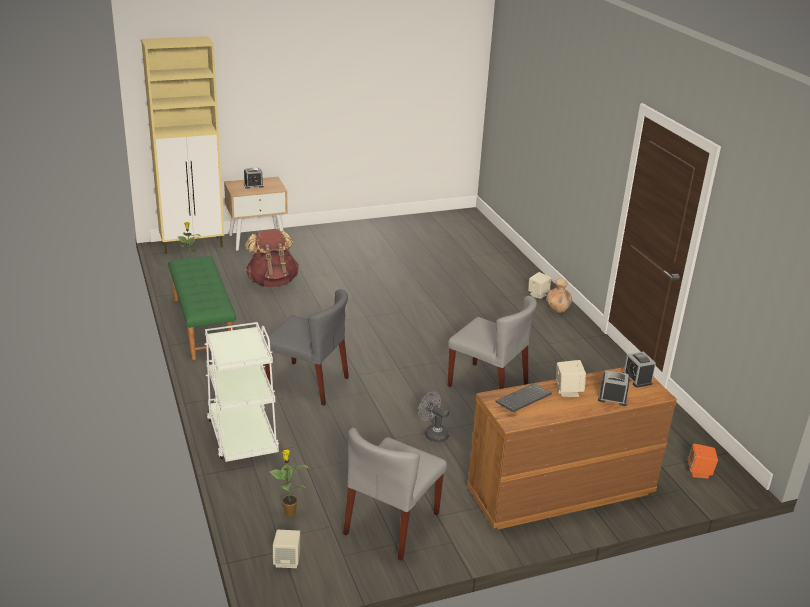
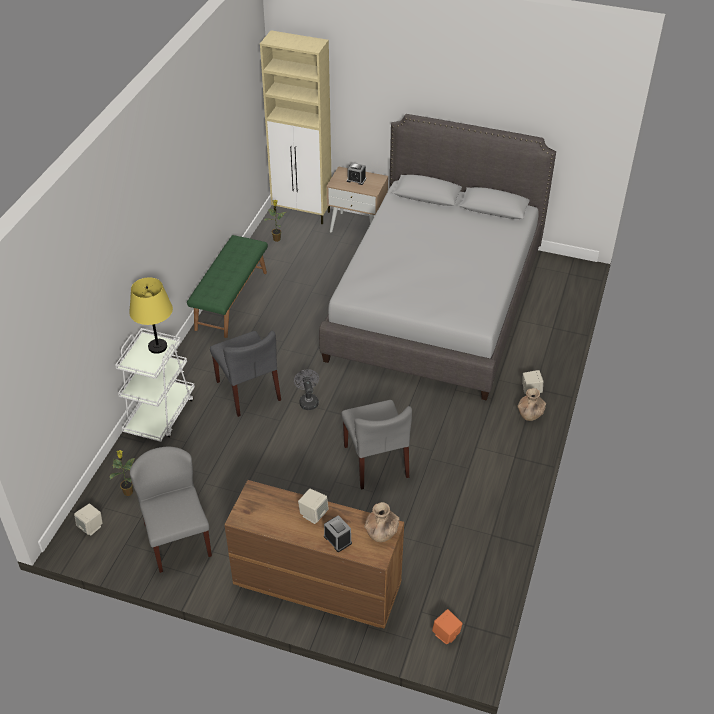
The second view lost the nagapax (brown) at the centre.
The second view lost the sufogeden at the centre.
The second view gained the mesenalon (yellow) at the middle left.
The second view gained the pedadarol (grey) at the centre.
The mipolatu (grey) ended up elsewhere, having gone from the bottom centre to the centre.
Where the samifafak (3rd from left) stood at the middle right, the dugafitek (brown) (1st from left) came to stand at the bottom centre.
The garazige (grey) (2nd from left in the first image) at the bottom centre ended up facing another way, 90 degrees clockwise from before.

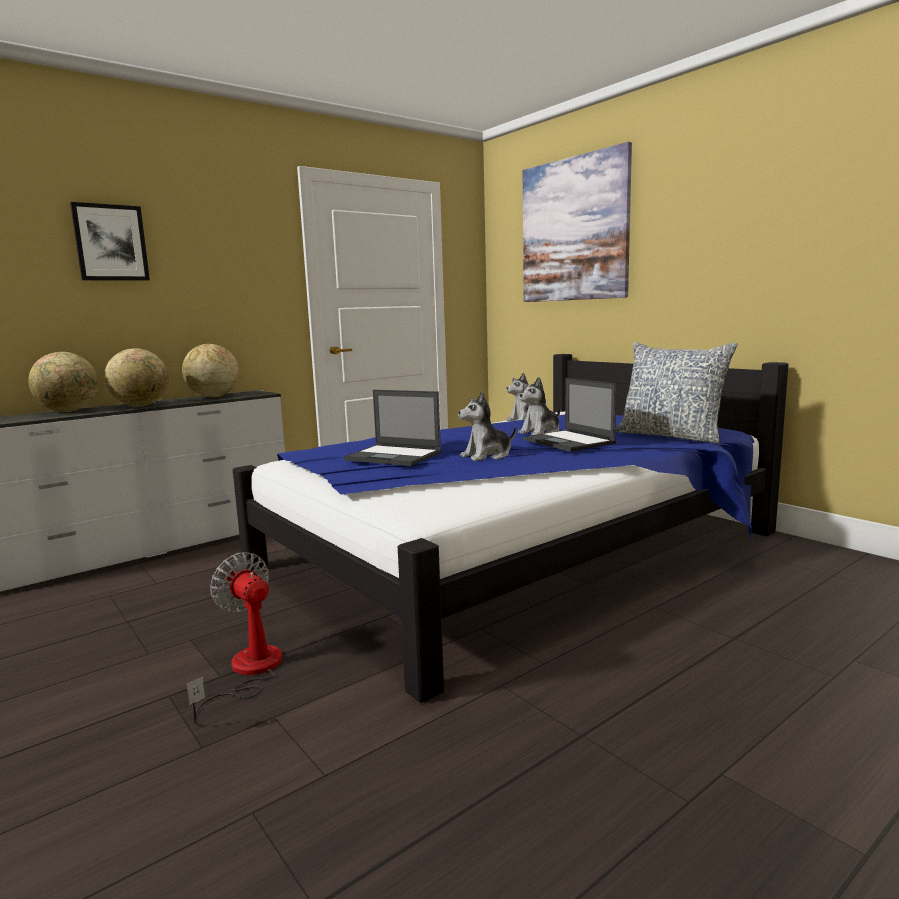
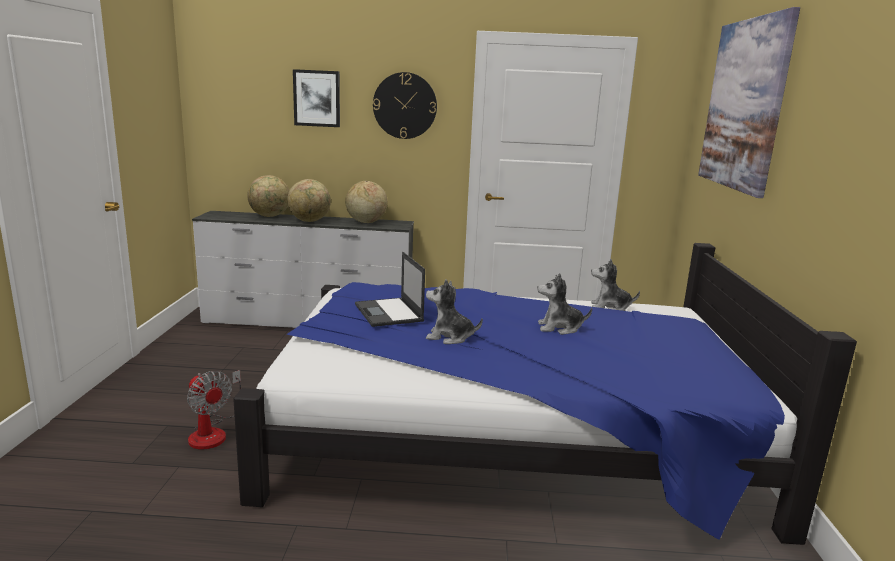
The second view lost the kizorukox (2nd from left) at the centre.
The second view lost the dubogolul at the middle right.
The second view gained the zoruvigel at the top centre.
The mipolatu at the bottom left ended up facing another way, 135 degrees clockwise from before.

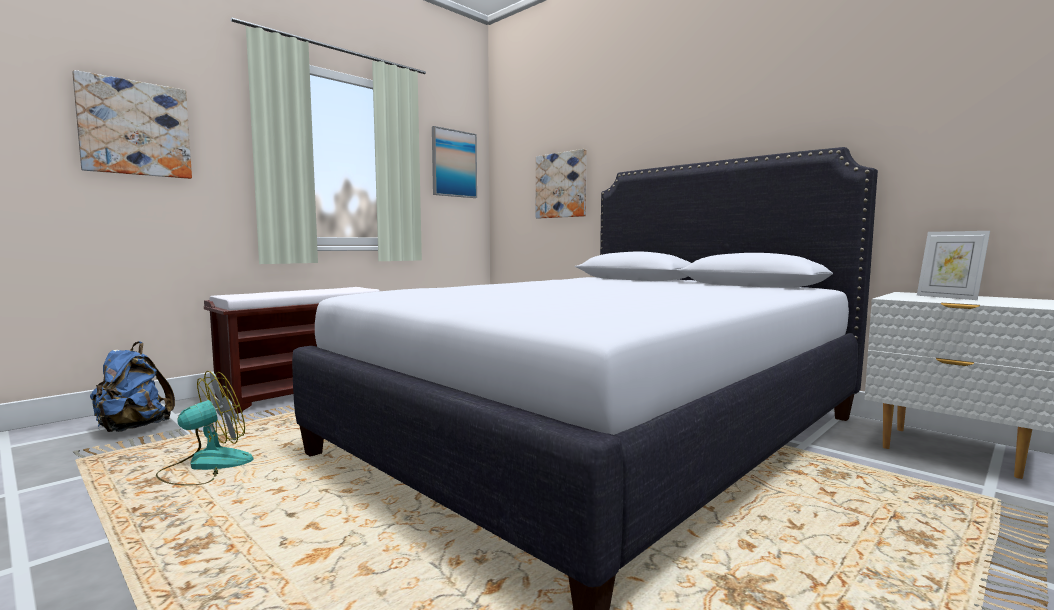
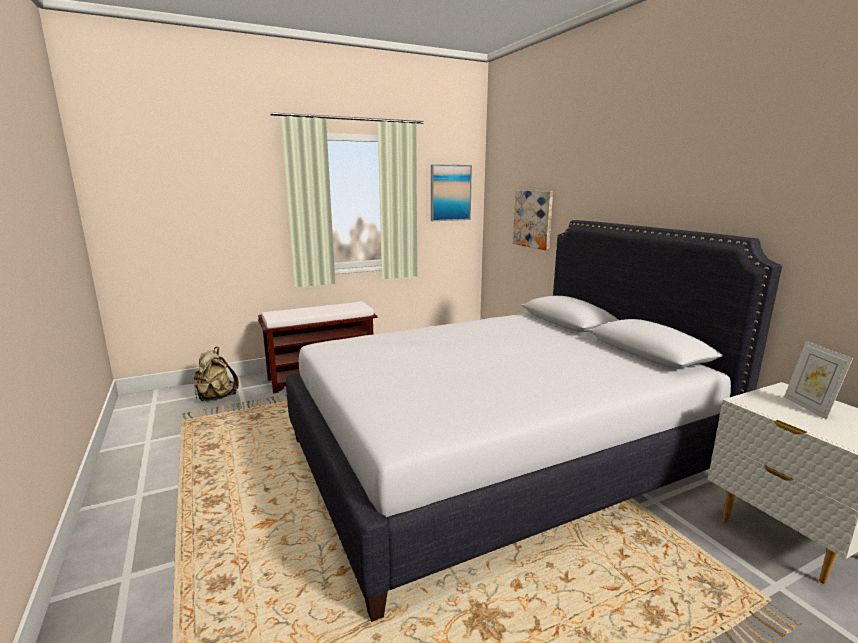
The second view lost the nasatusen (1st from left) at the top left.
The second view lost the mipolatu at the bottom left.
What was the nagapax (blue) at the middle left turned into the nagapax (beige) at the middle left.

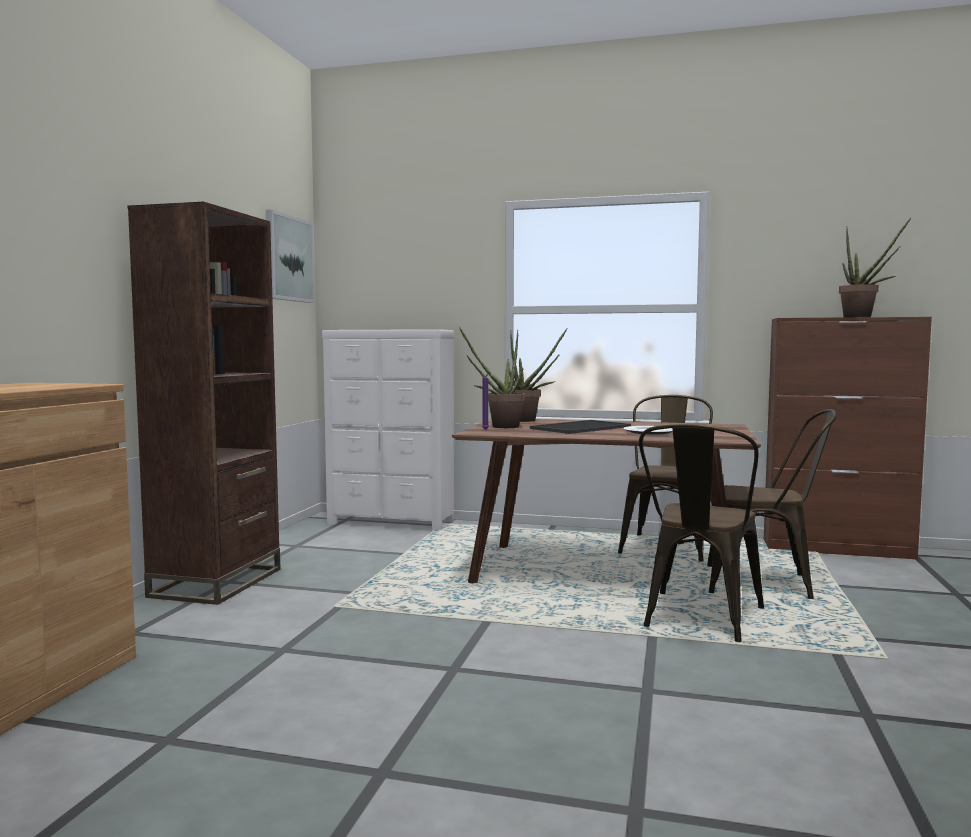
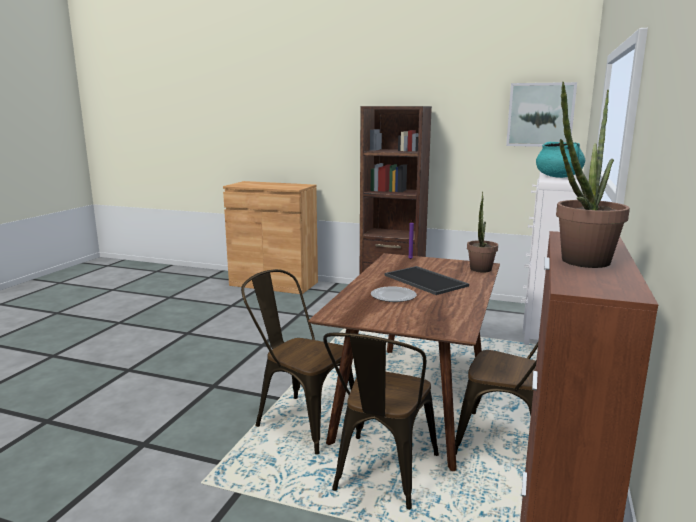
The second view lost the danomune (1st from left) at the centre.
The second view gained the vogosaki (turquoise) at the top right.

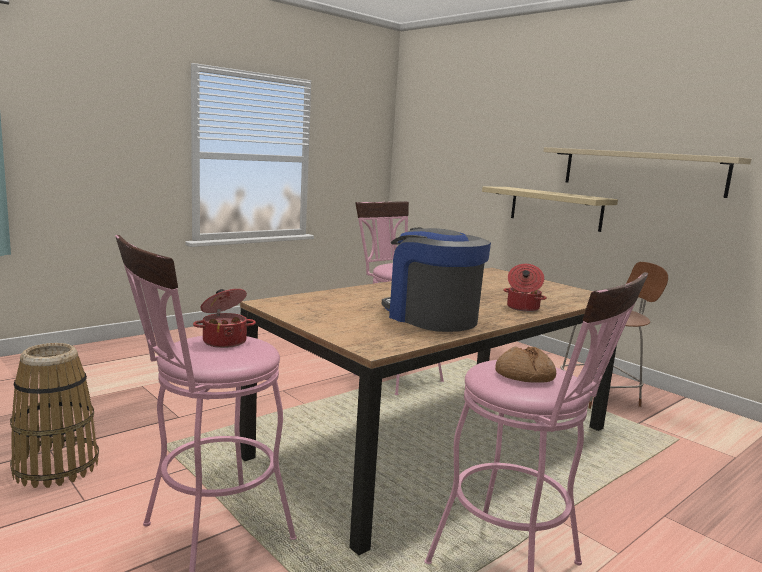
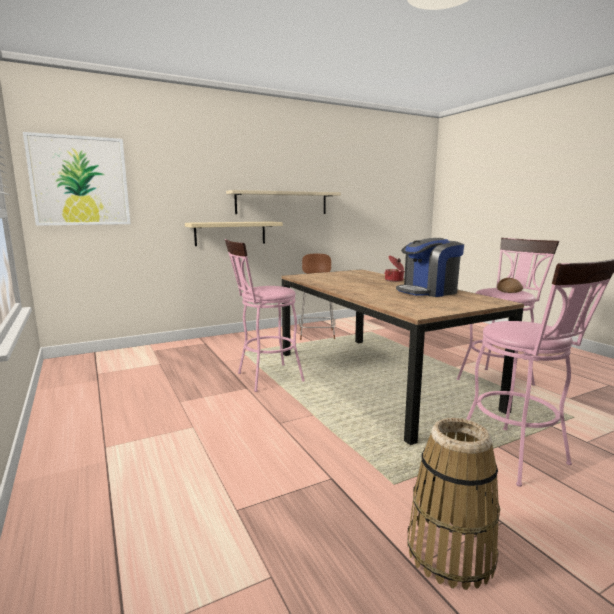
The second view lost the vogosaki (1st from left) at the middle left.
The second view gained the nasatusen at the top left.

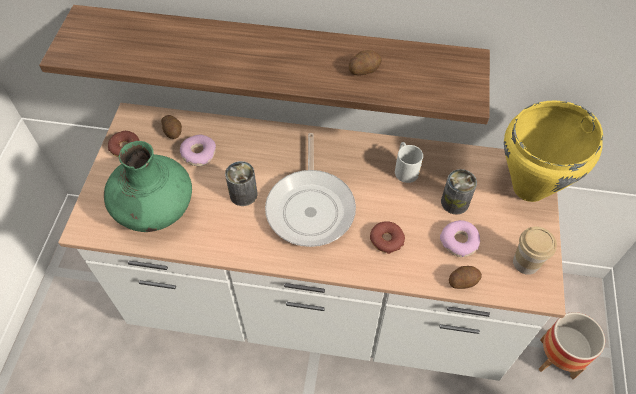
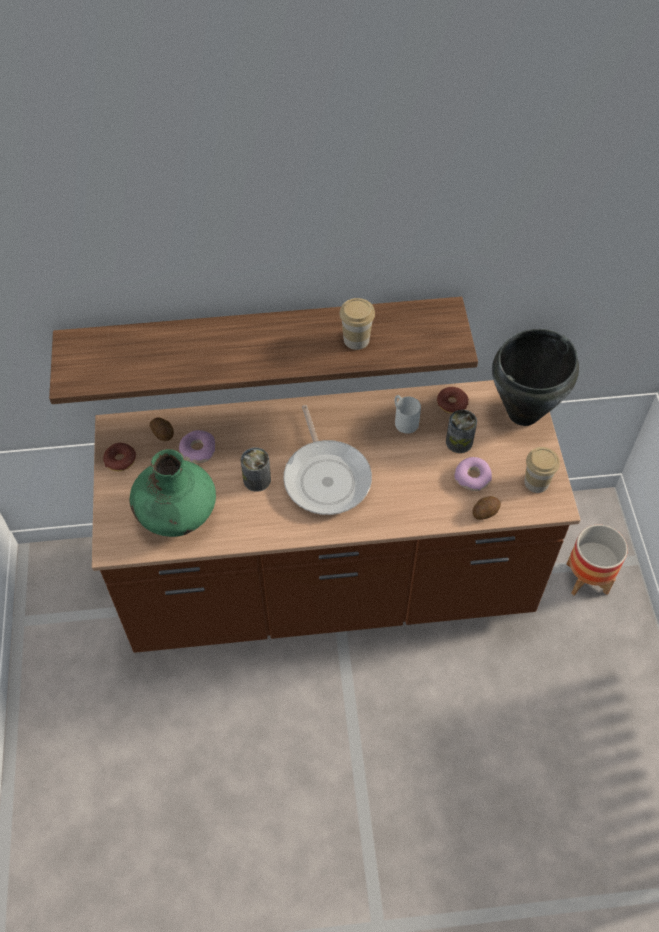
The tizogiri (3rd from left) ended up elsewhere, having gone from the centre to the middle right.
Where the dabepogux (2nd from left) stood at the top centre, the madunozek (1st from left) came to stand at the centre.
What was the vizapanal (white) at the centre turned into the vizapanal (brown) at the centre.
What was the vogosaki (yellow) at the middle right turned into the vogosaki (black) at the middle right.

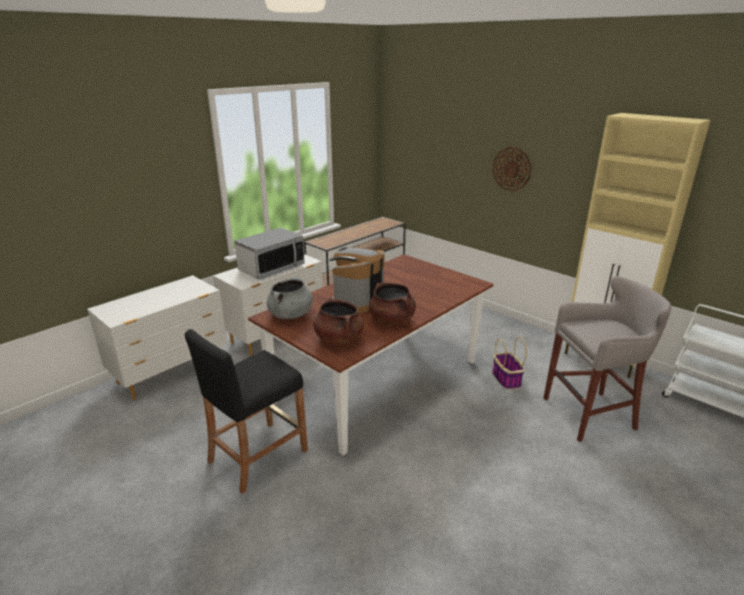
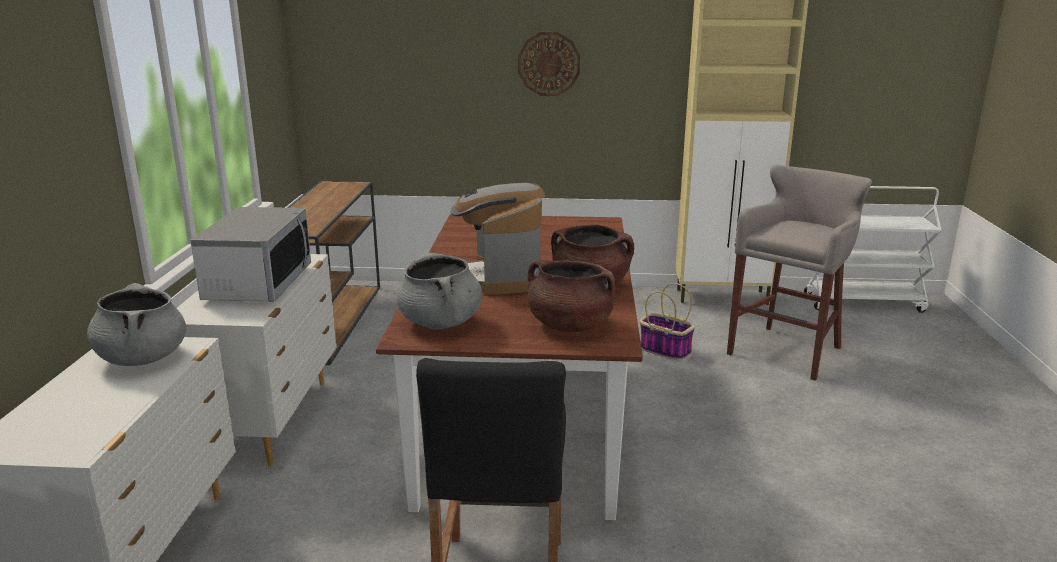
The second view gained the vogosaki (grey) (1st from left) at the middle left.

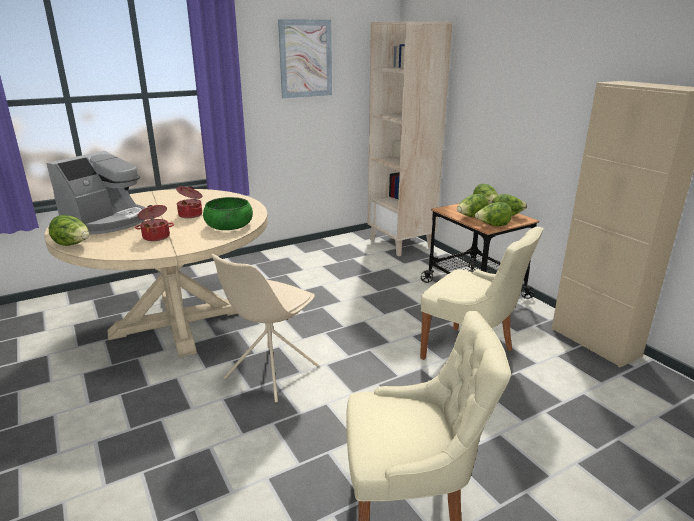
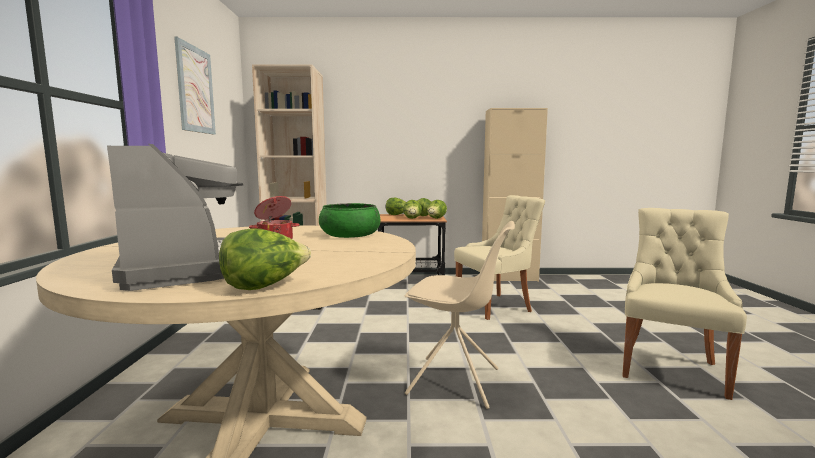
The second view lost the vogosaki (1st from left) at the middle left.
The garazige (beige) (1st from left) at the centre ended up facing another way, 45 degrees counterclockwise from before.

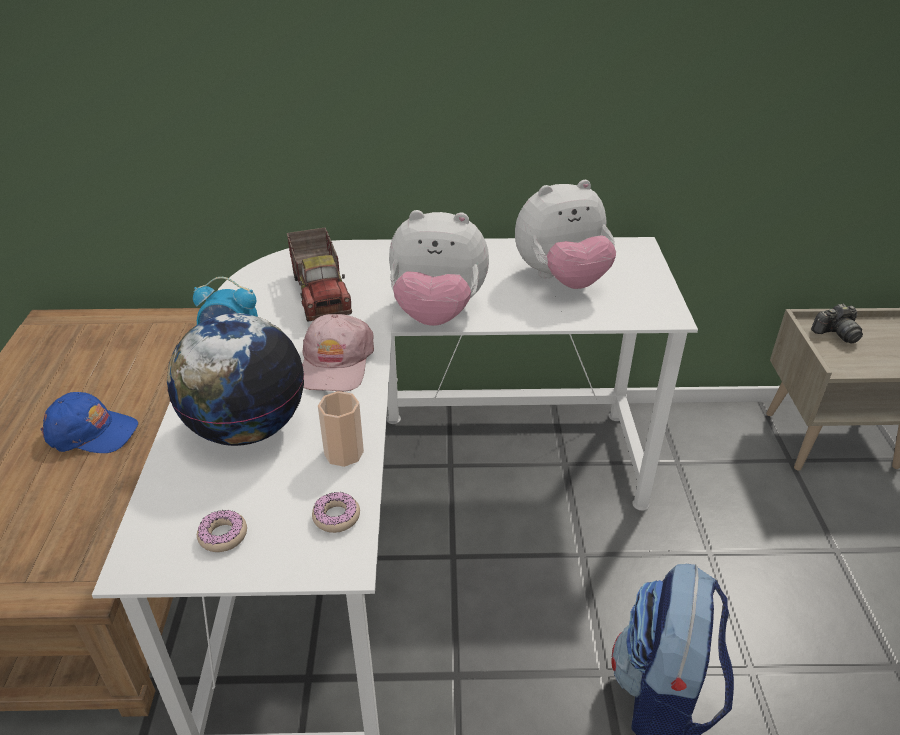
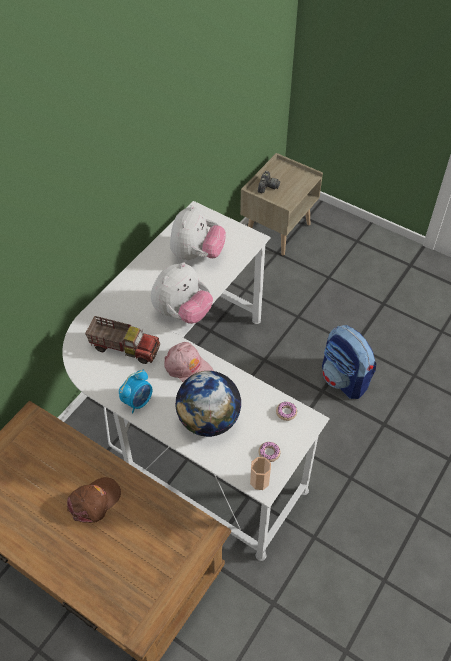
The madunozek ended up elsewhere, having gone from the centre to the bottom centre.
What was the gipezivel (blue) at the middle left turned into the gipezivel (brown) at the bottom left.

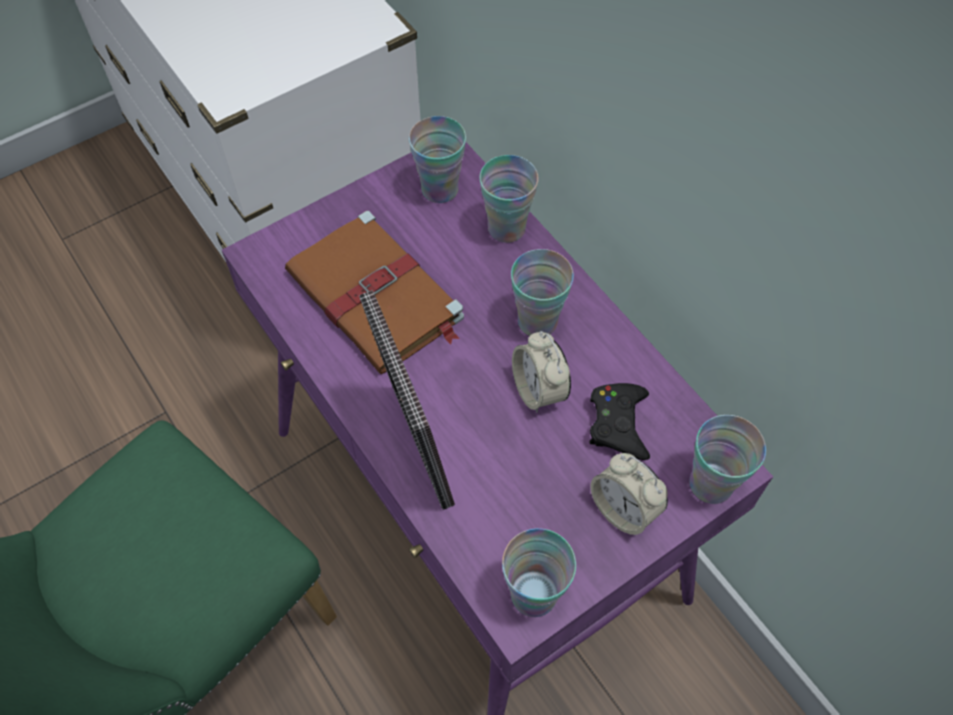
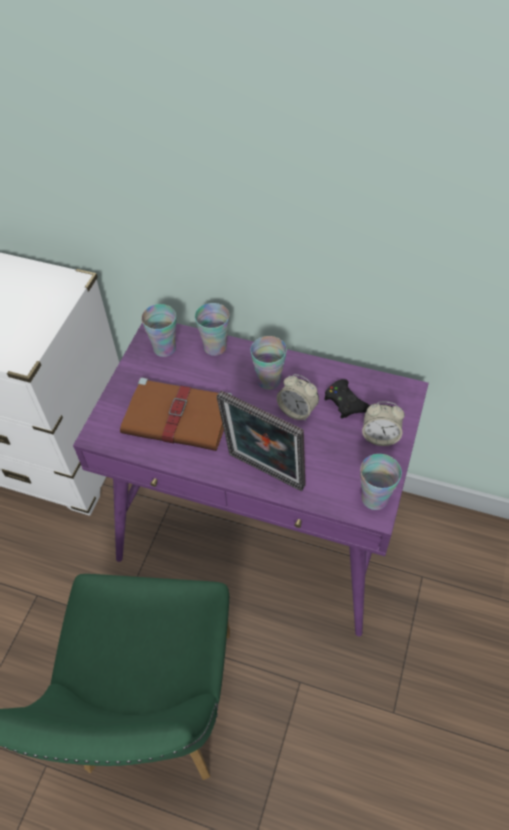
The second view lost the madunozek (5th from left) at the middle right.

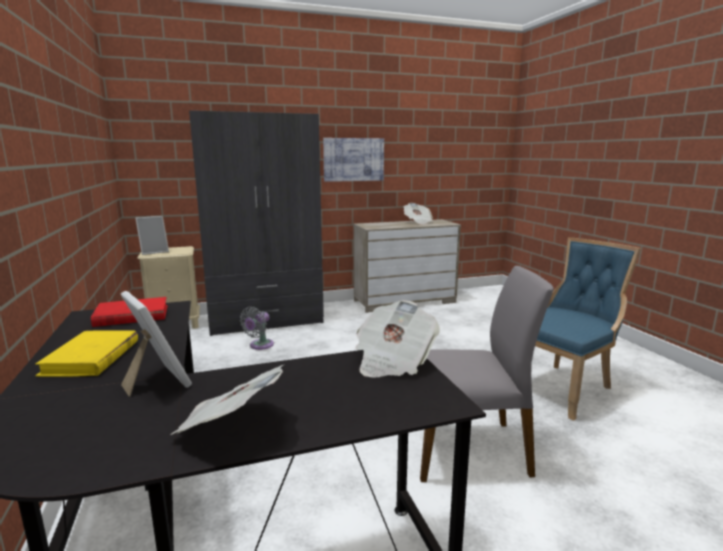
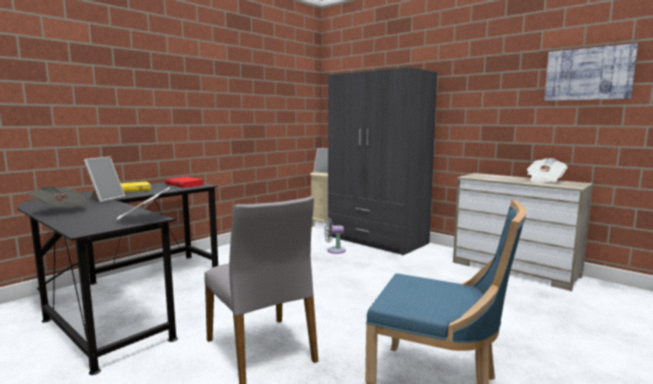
The nasatusen ended up elsewhere, having gone from the top centre to the top right.

